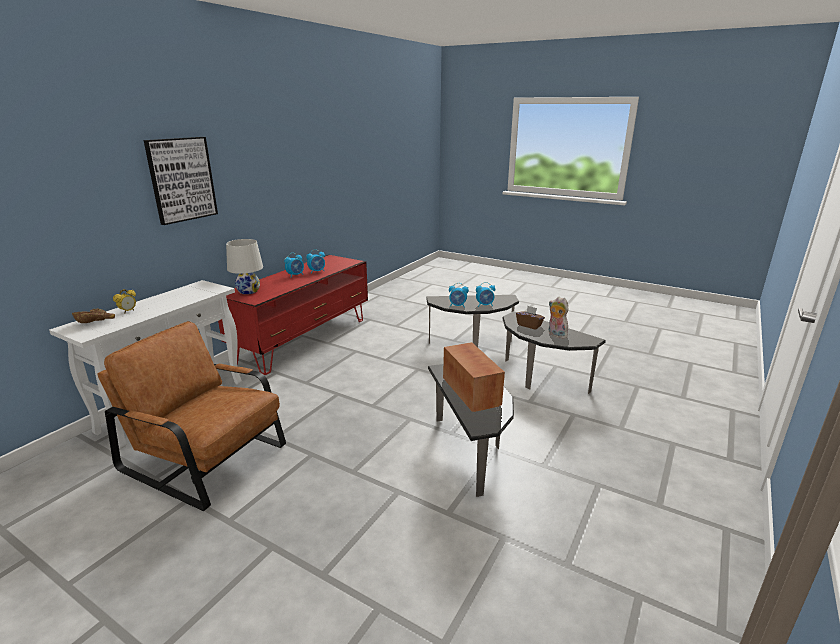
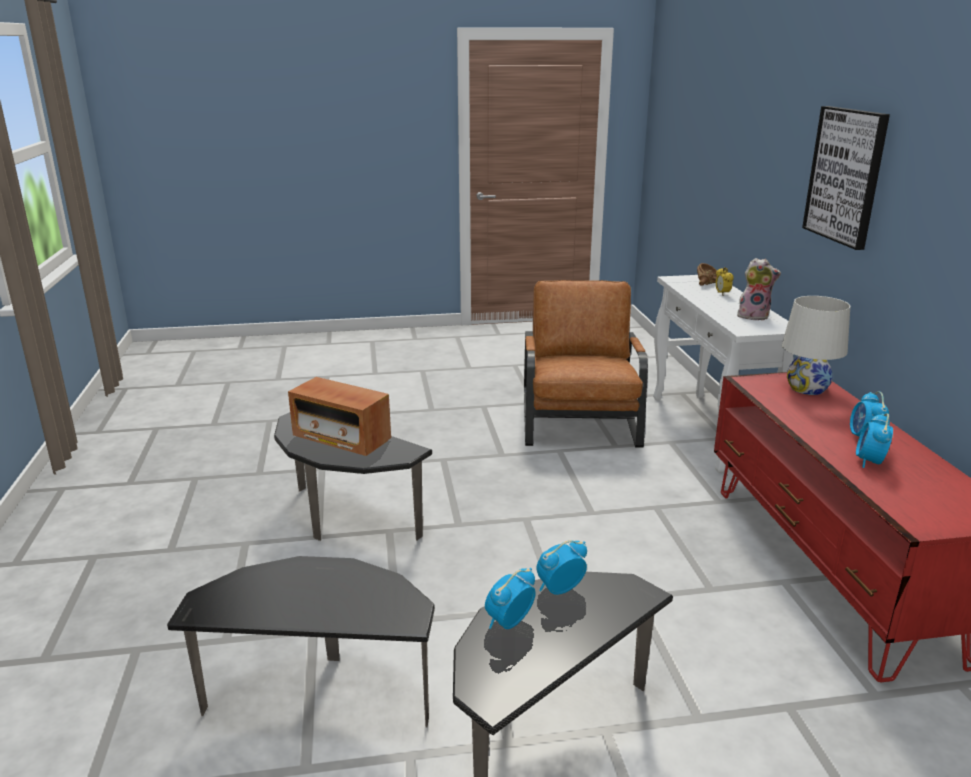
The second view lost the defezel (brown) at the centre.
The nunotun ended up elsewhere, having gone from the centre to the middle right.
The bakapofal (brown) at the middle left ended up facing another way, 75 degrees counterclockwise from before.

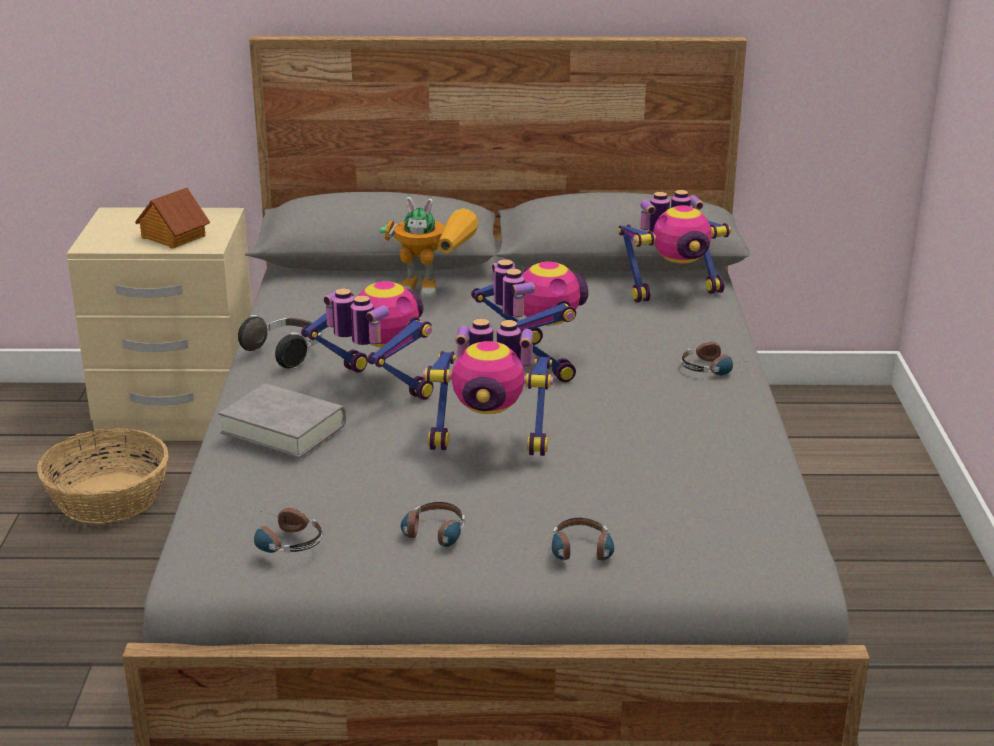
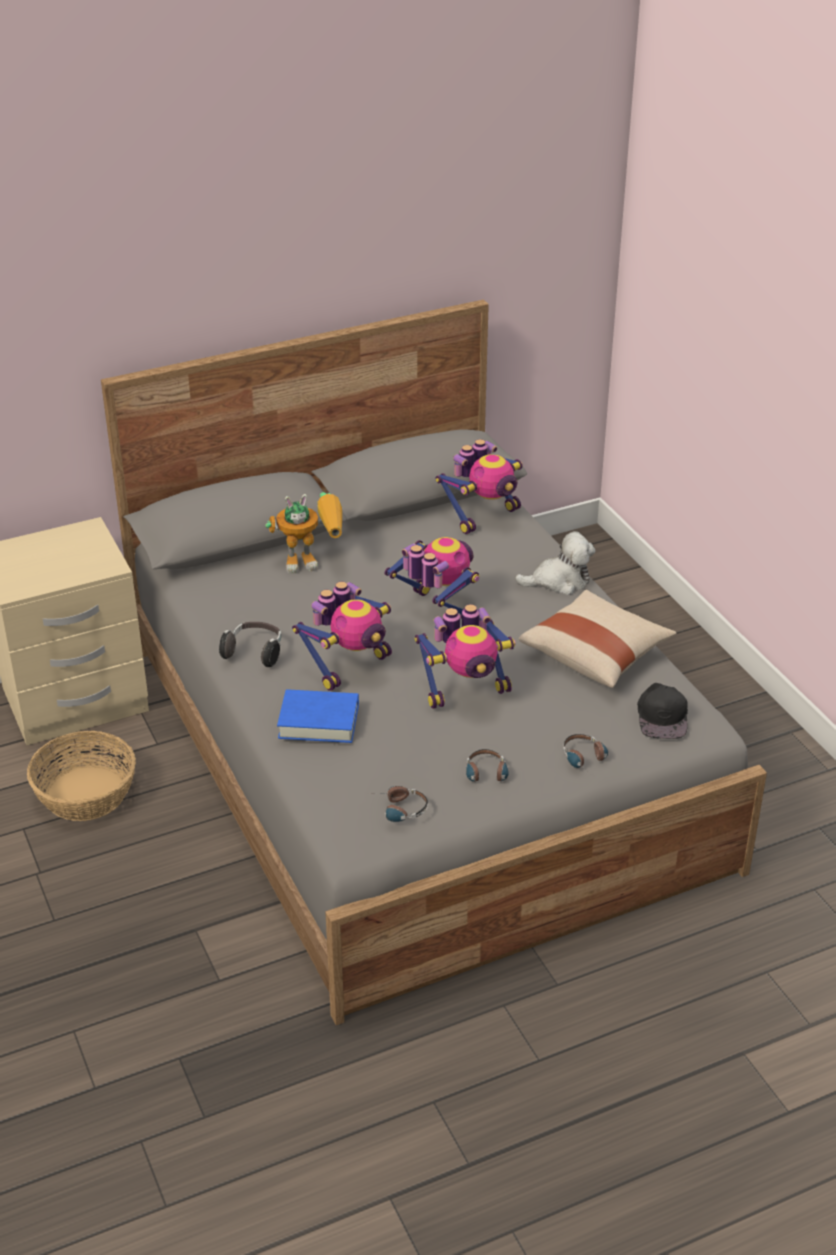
The second view lost the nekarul at the top left.
The second view gained the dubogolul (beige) at the middle right.
The second view gained the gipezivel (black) at the middle right.
Where the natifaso (5th from left) stood at the middle right, the nunotun came to stand at the centre.
What was the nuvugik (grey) at the middle left turned into the nuvugik (blue) at the centre.
The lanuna (1st from left in the first image) at the centre ended up facing another way, 120 degrees clockwise from before.

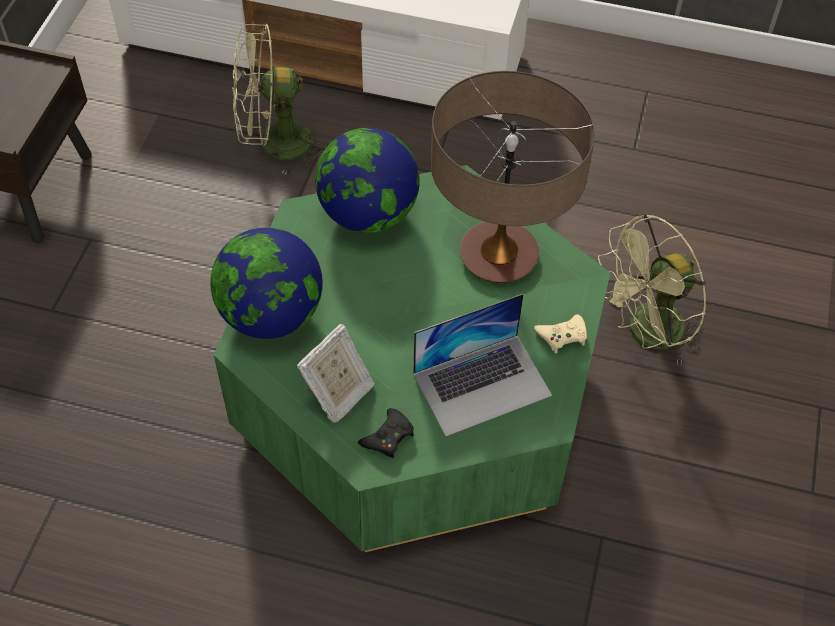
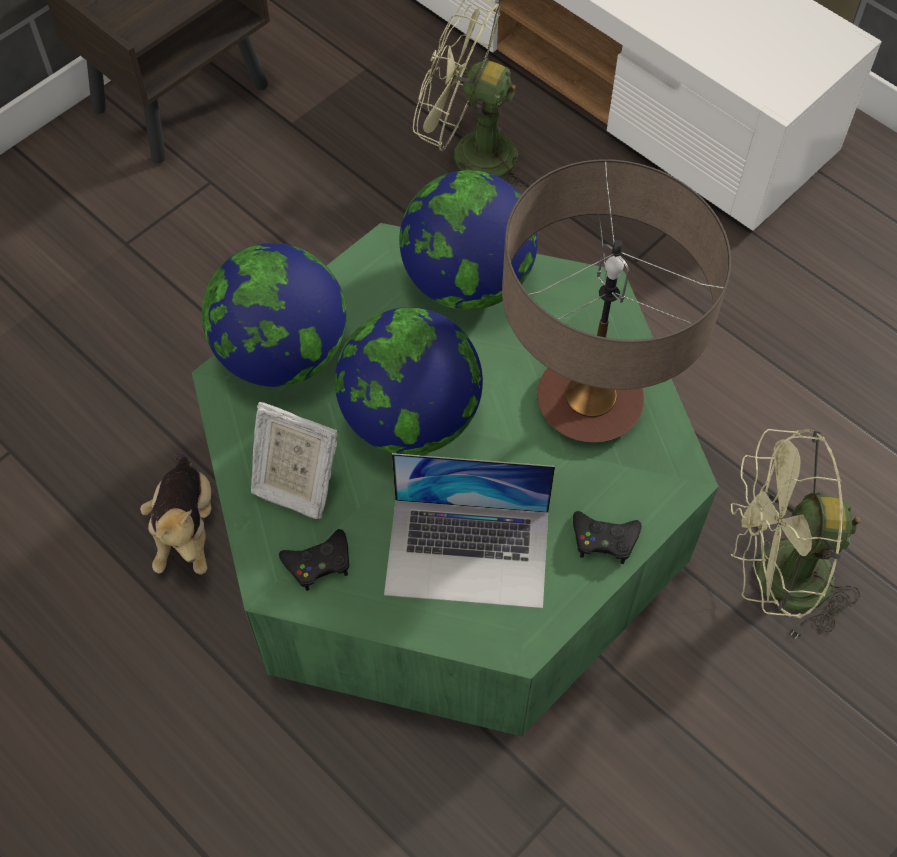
The second view gained the nunotun at the middle left.
The second view gained the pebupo (2nd from left) at the centre.
What was the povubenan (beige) at the middle right turned into the povubenan (black) (2nd from left) at the middle right.
The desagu at the centre ended up facing another way, 45 degrees clockwise from before.

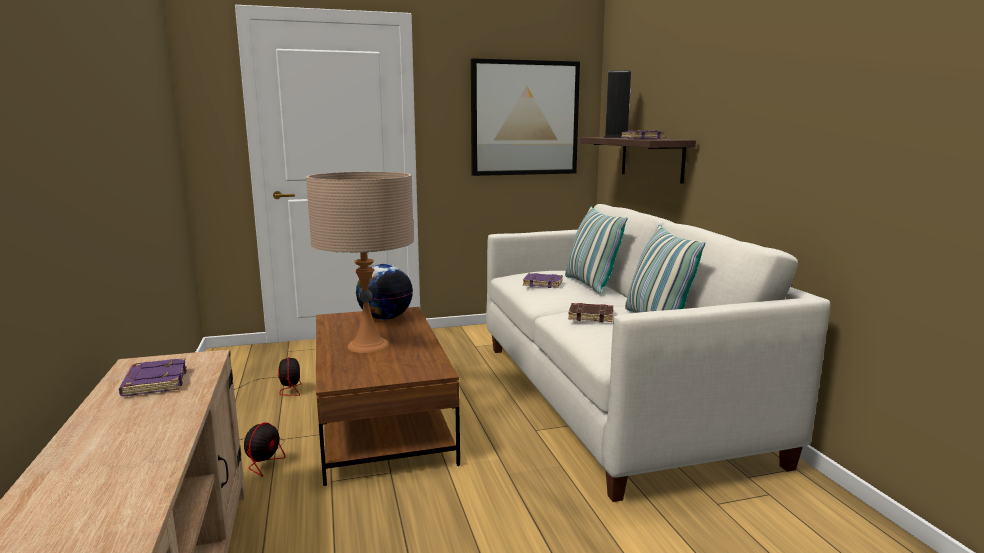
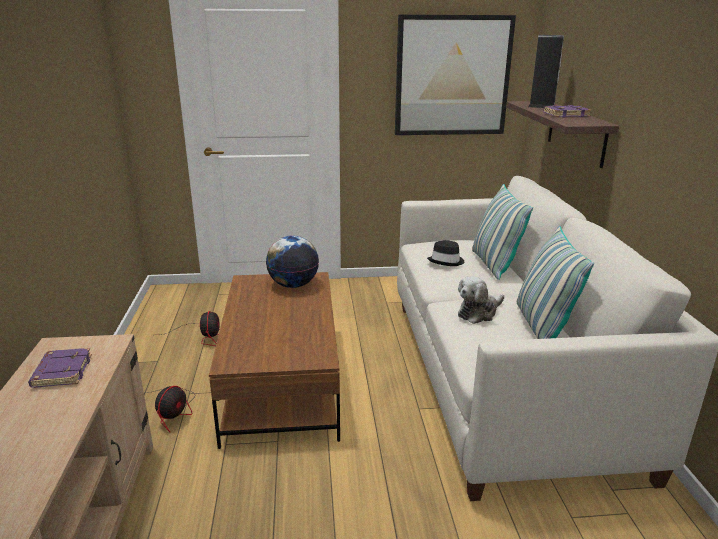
The second view lost the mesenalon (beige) at the centre.
Where the nuvugik (purple) (2nd from left) stood at the centre, the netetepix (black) came to stand at the centre.
Where the nuvugik (brown) stood at the centre, the nunotun came to stand at the middle right.

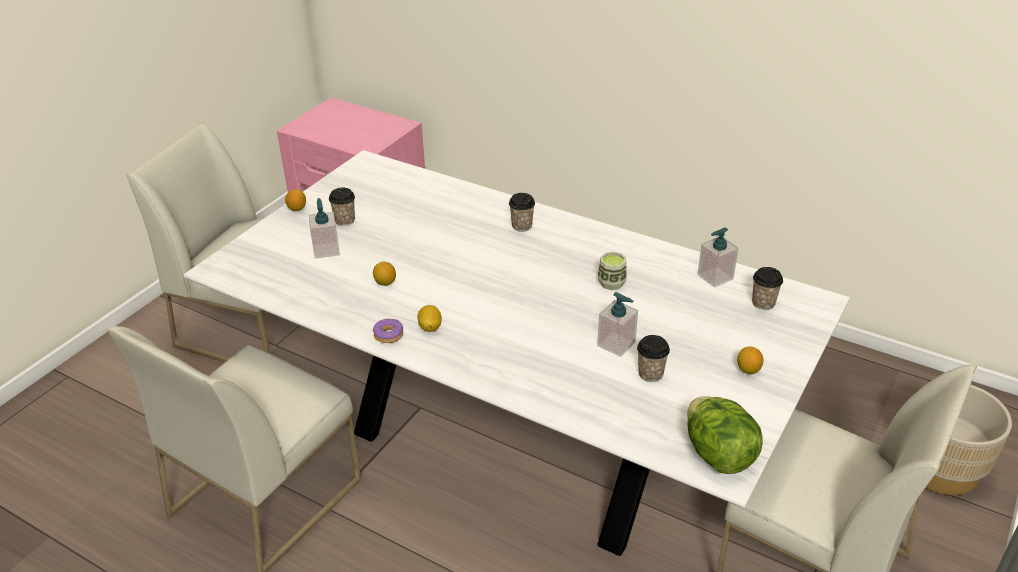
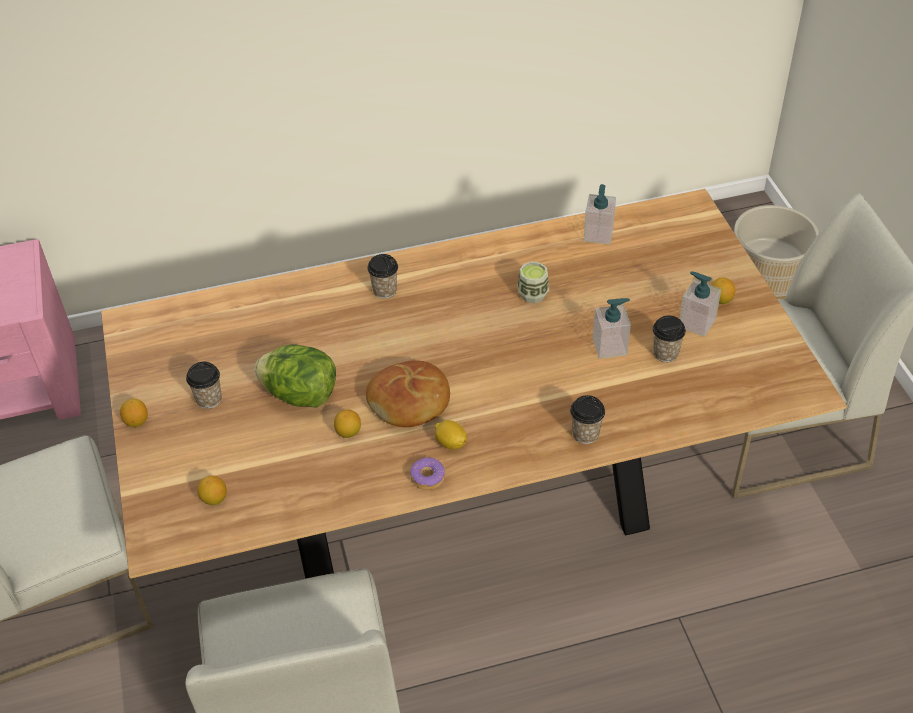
The second view gained the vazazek (2nd from left) at the bottom left.
The second view gained the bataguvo at the centre.
The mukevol (1st from left in the first image) ended up elsewhere, having gone from the middle left to the middle right.
The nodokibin ended up elsewhere, having gone from the bottom right to the middle left.
The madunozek (5th from left in the first image) ended up elsewhere, having gone from the middle right to the centre.
What was the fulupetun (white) at the centre turned into the fulupetun (brown) at the centre.

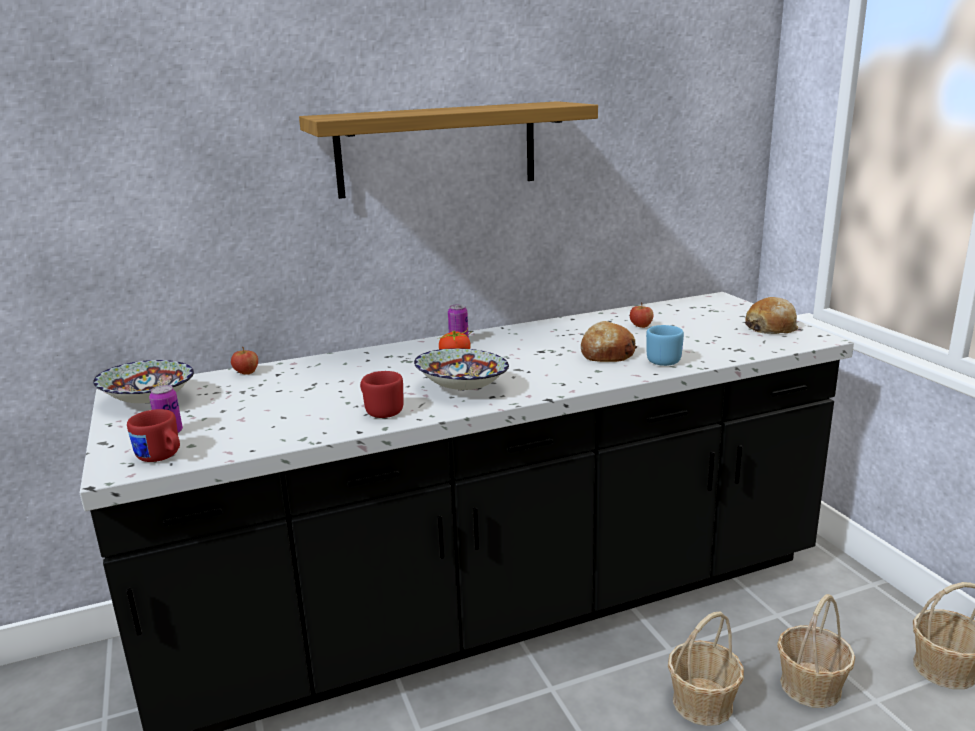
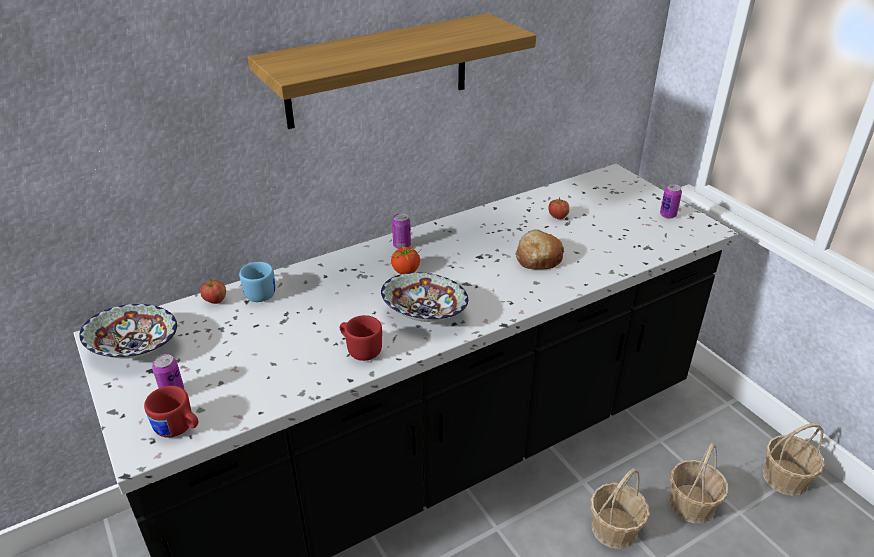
The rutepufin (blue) ended up elsewhere, having gone from the middle right to the middle left.
Where the bataguvo (2nd from left) stood at the middle right, the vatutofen (3rd from left) came to stand at the middle right.

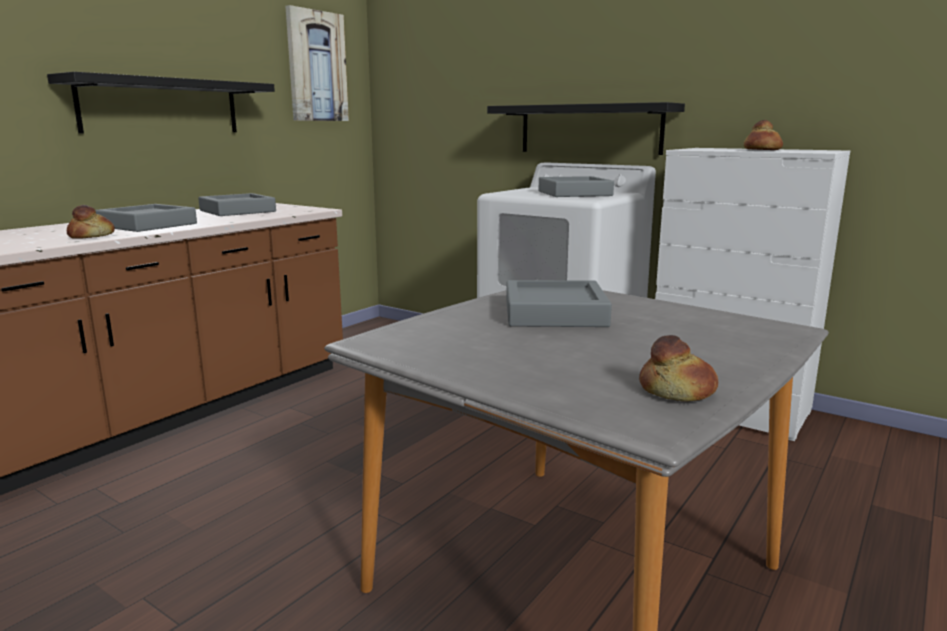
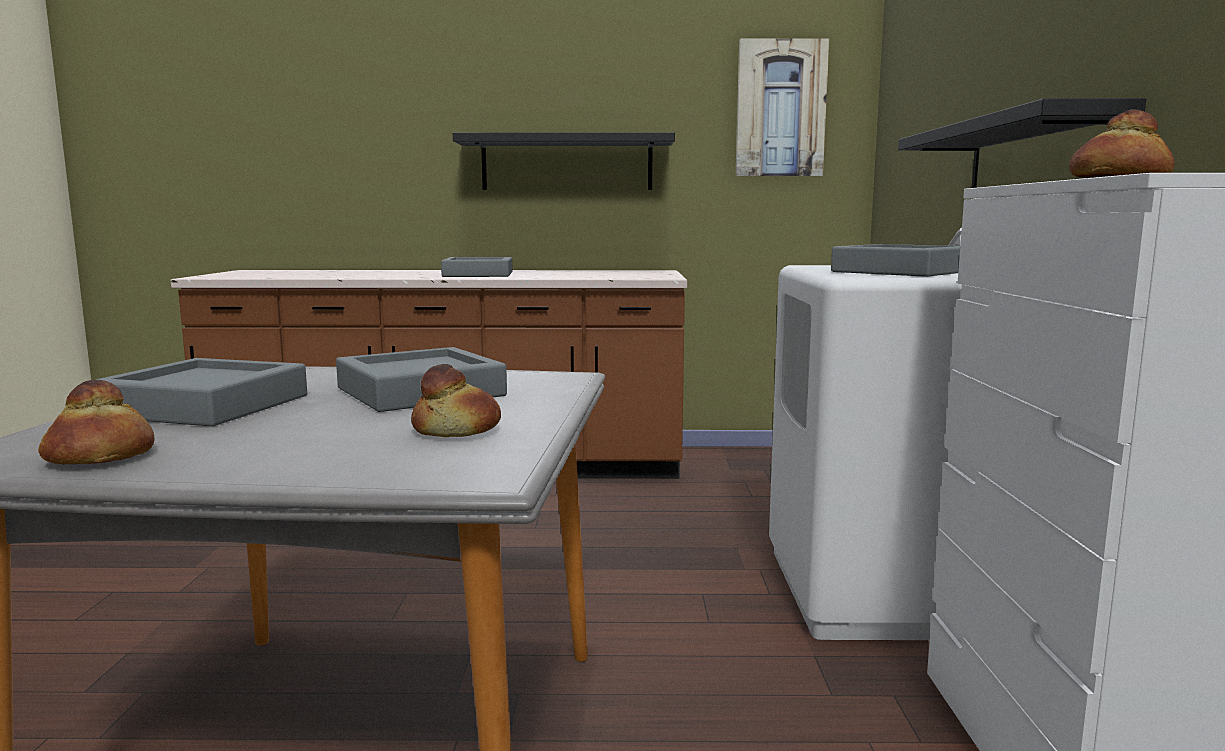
The bataguvo (1st from left in the first image) ended up elsewhere, having gone from the middle left to the centre.
The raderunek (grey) (2nd from left in the first image) ended up elsewhere, having gone from the top left to the middle left.

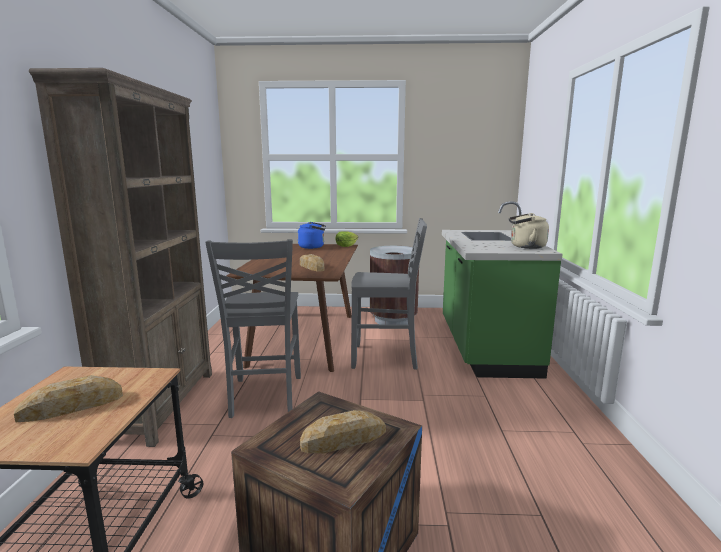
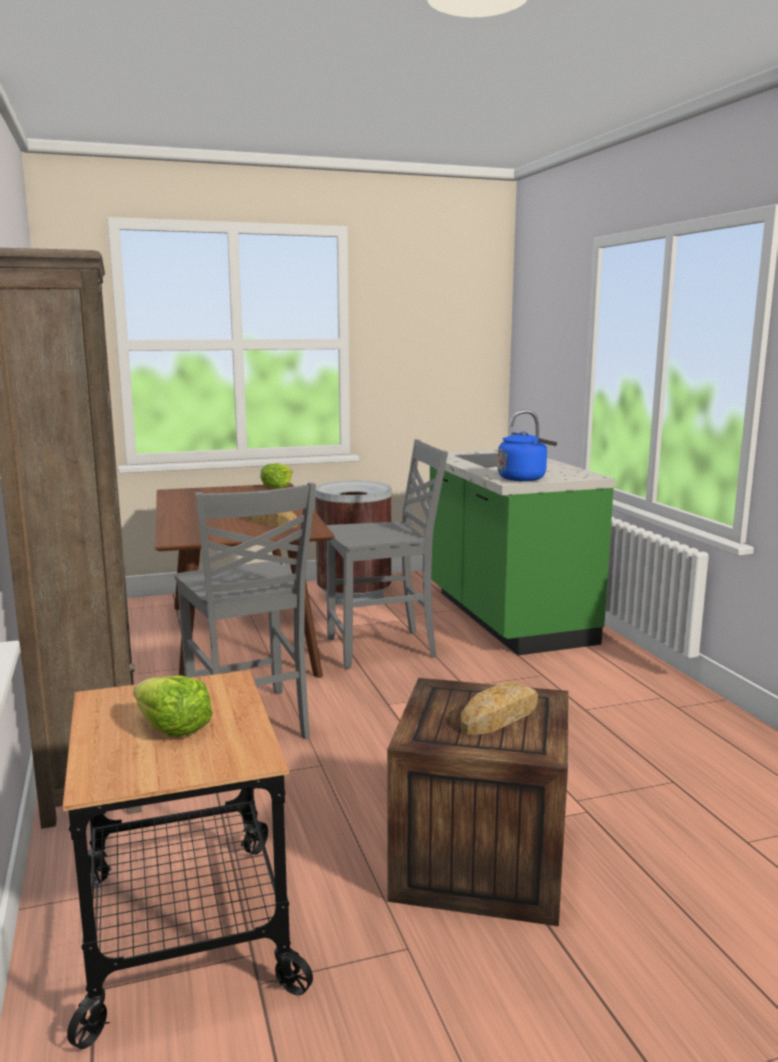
The second view lost the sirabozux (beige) at the middle right.
The sirabozux (blue) ended up elsewhere, having gone from the centre to the middle right.
Where the bataguvo (1st from left) stood at the bottom left, the nodokibin (1st from left) came to stand at the middle left.

